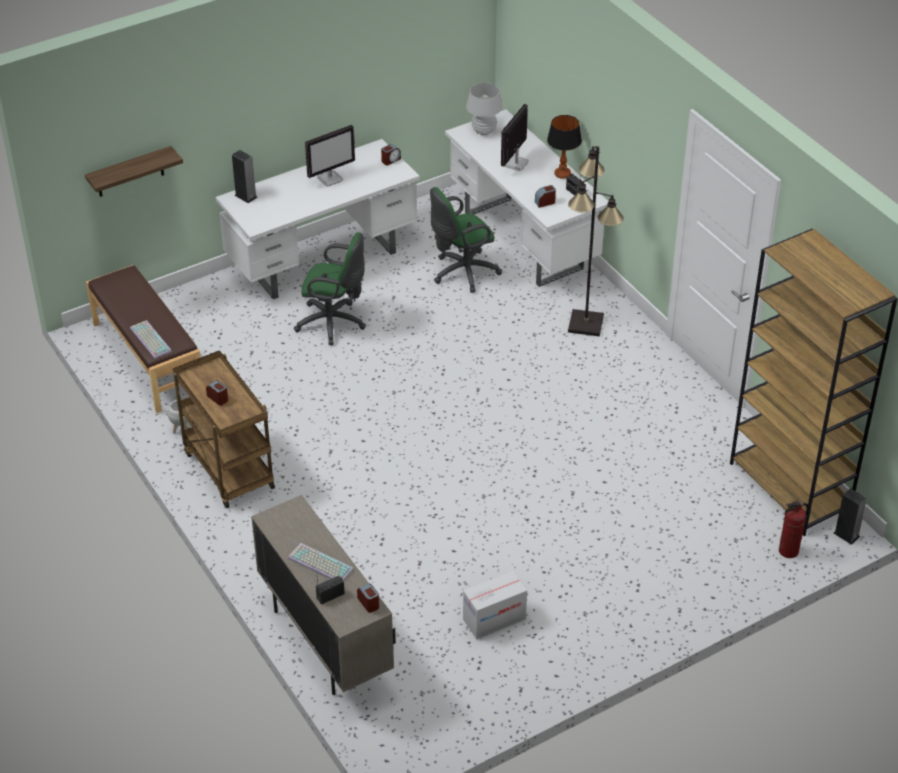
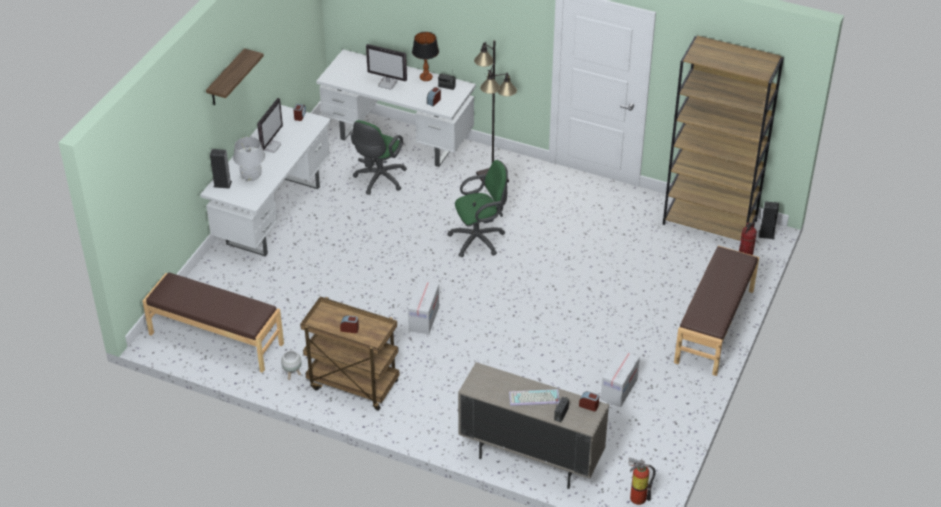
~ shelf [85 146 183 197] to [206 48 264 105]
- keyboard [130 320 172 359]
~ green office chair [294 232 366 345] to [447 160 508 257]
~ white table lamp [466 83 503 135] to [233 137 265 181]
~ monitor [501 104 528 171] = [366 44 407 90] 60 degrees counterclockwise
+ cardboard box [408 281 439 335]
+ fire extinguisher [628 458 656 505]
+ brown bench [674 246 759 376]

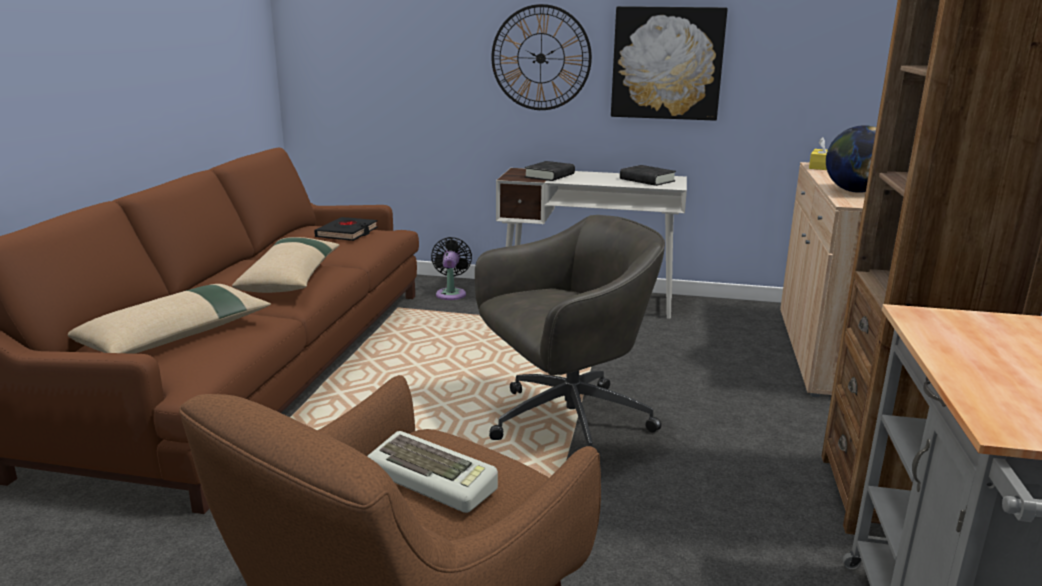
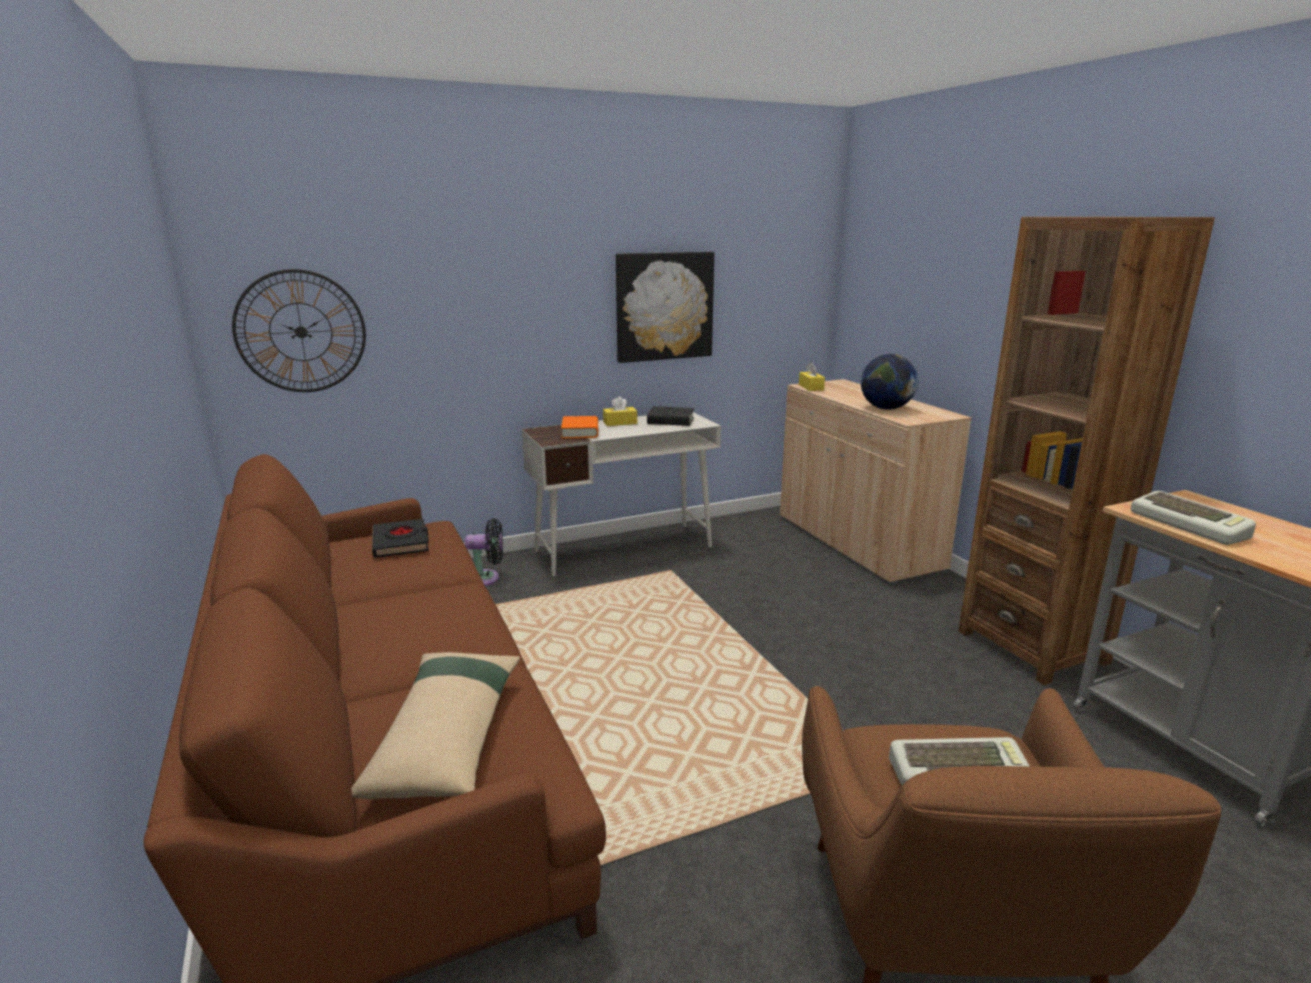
- beige pillow [232 237 340 293]
~ black fan [431 237 472 300] = [465 519 503 586] 120 degrees clockwise
- grey office chair [475 215 665 447]
~ wall clock [491 4 592 110] to [232 269 366 392]
~ black book [525 161 575 181] to orange book [561 416 598 438]
+ yellow tissue box [603 396 637 426]
+ keyboard [1131 491 1256 545]

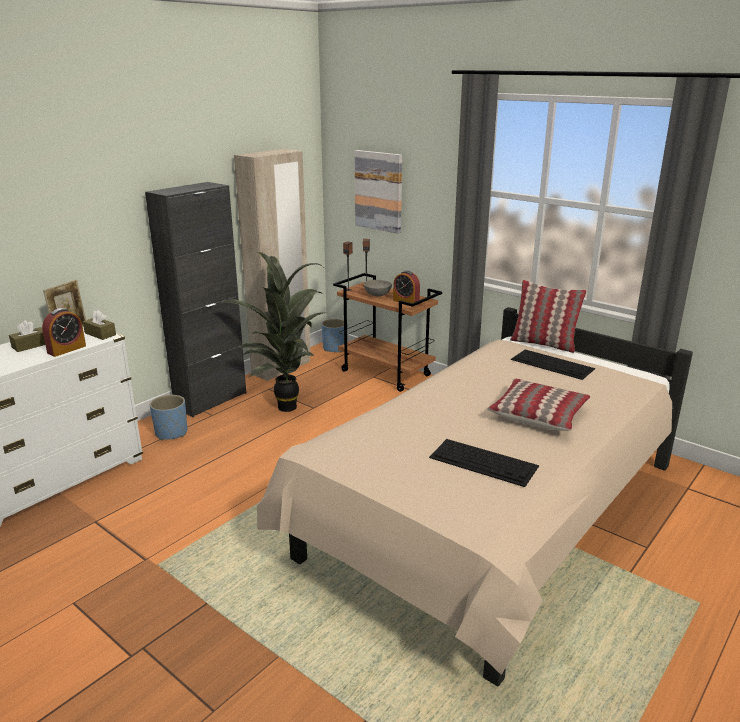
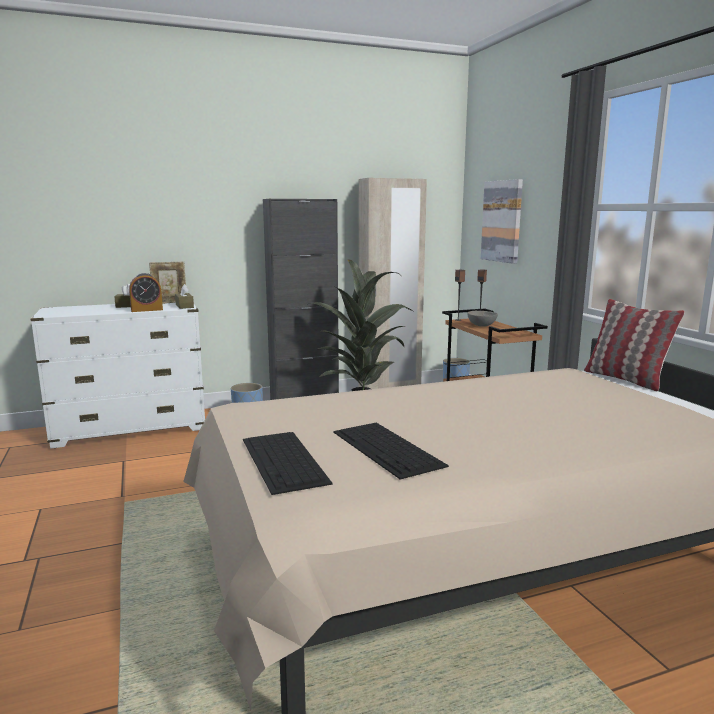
- alarm clock [393 271 420 303]
- pillow [487 379 590 431]
~ keyboard [511 350 595 380] to [243 432 333 495]

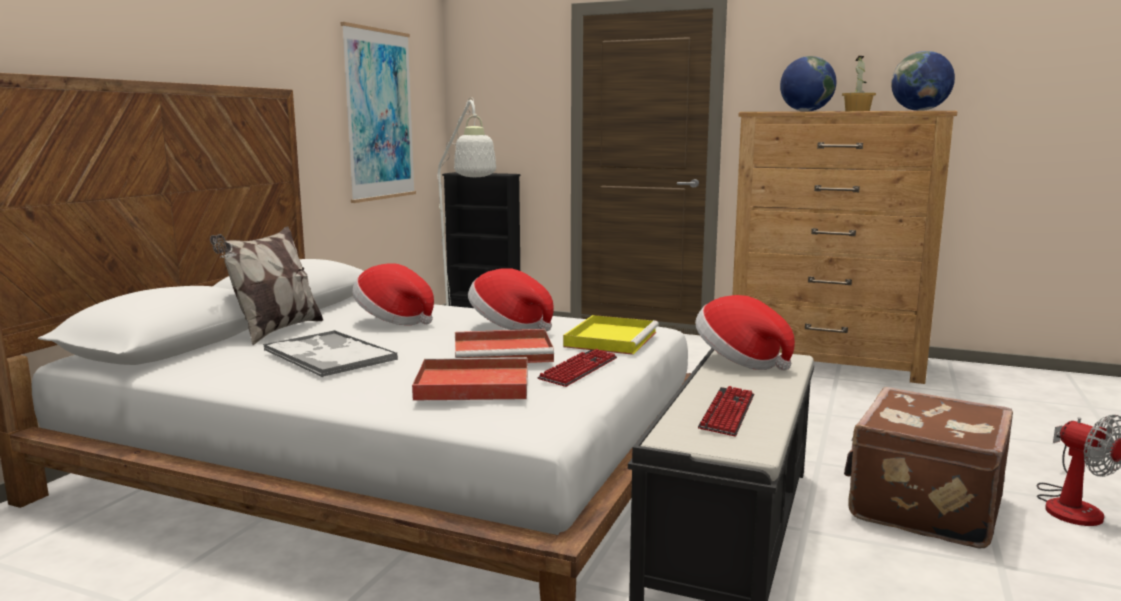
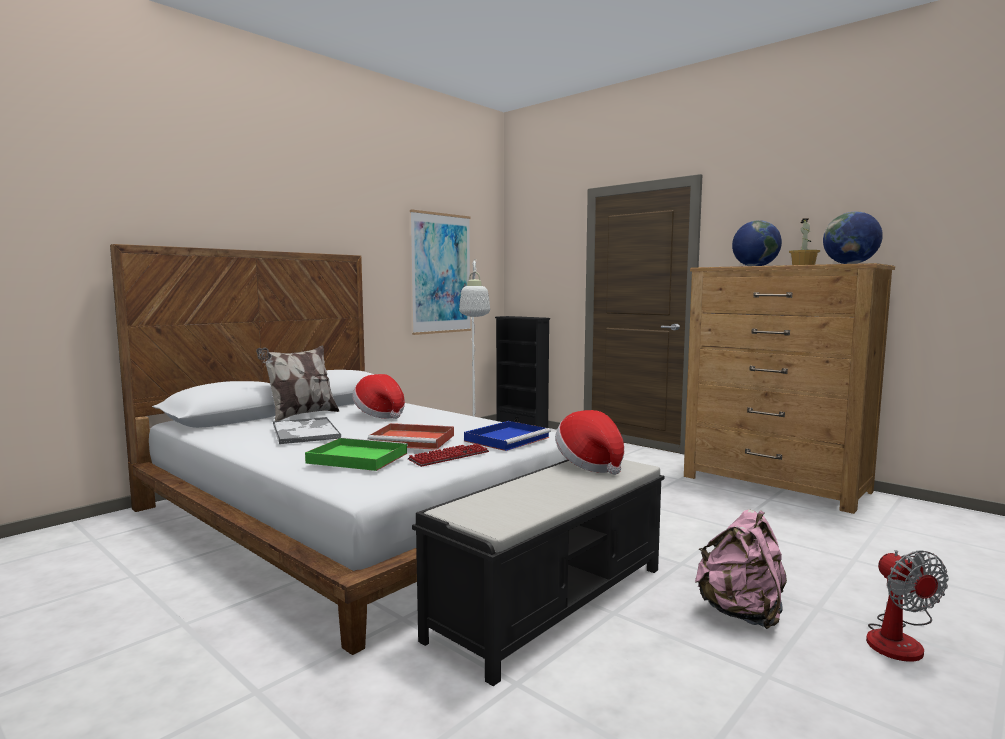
~ red tray [412 357 528 400] to green tray [305 437 408 471]
- hat [468 268 554 332]
~ yellow tray [563 315 659 355] to blue tray [464 421 551 451]
- keyboard [698 386 754 436]
~ brown suitcase [844 387 1013 548] to pink backpack [695 509 787 629]

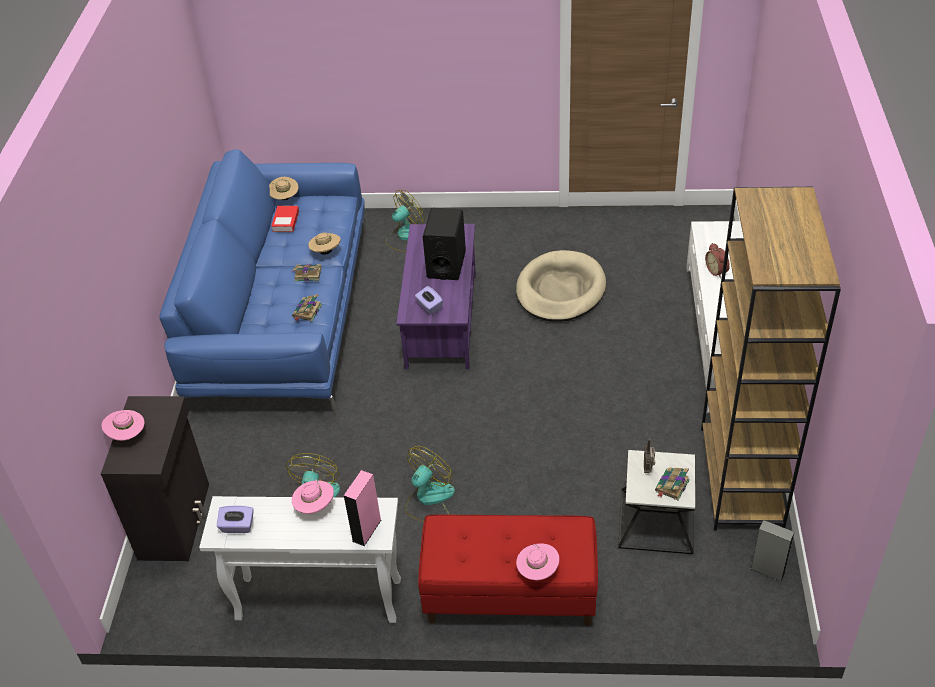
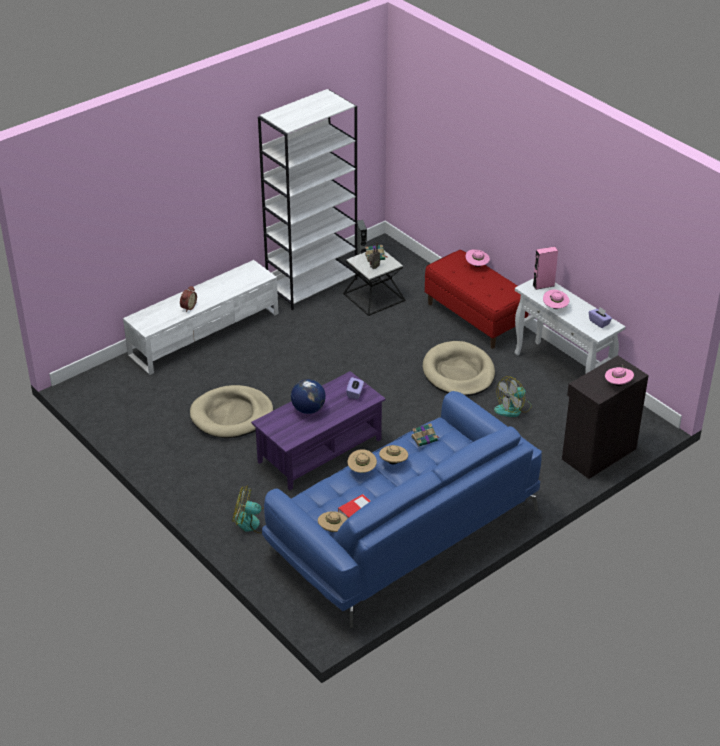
~ book [292 264 322 281] to beige hat [379 445 408 464]
~ fan [405 446 455 522] to beige dog bed [423 341 495 396]
~ black speaker [423 208 466 280] to globe [291 379 326 414]
~ brown bookcase [701 187 841 531] to white bookcase [258 89 357 310]

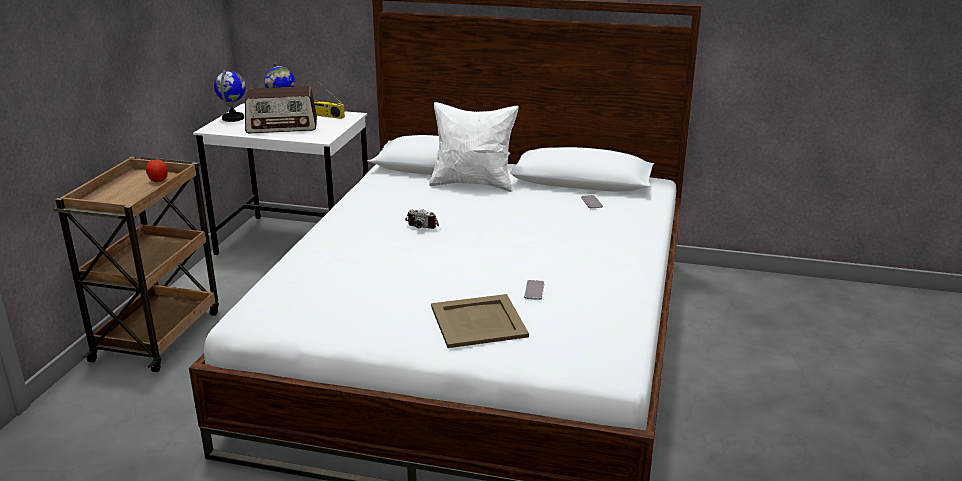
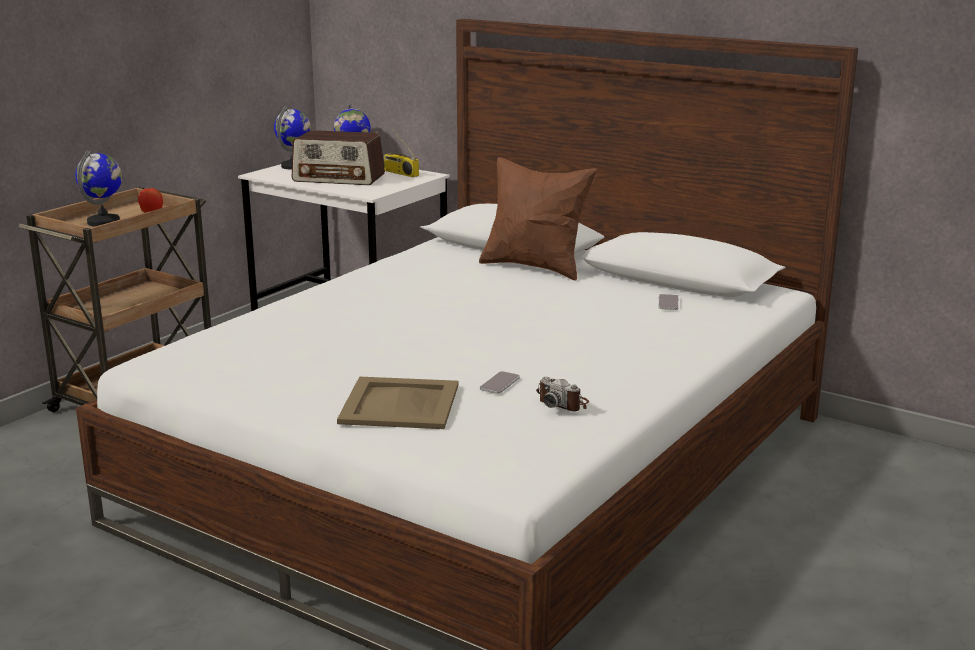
~ photo camera [405 210 439 229] to [536 377 589 412]
~ white pillow [429 102 518 192] to brown pillow [479 157 597 281]
+ globe [75 150 122 227]

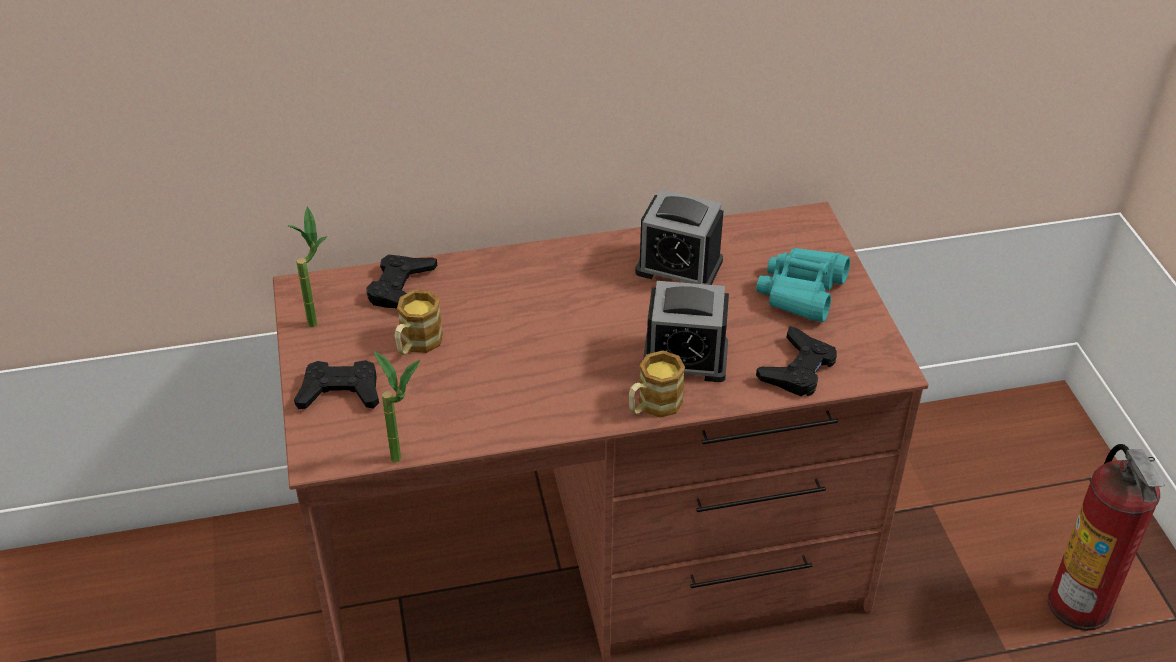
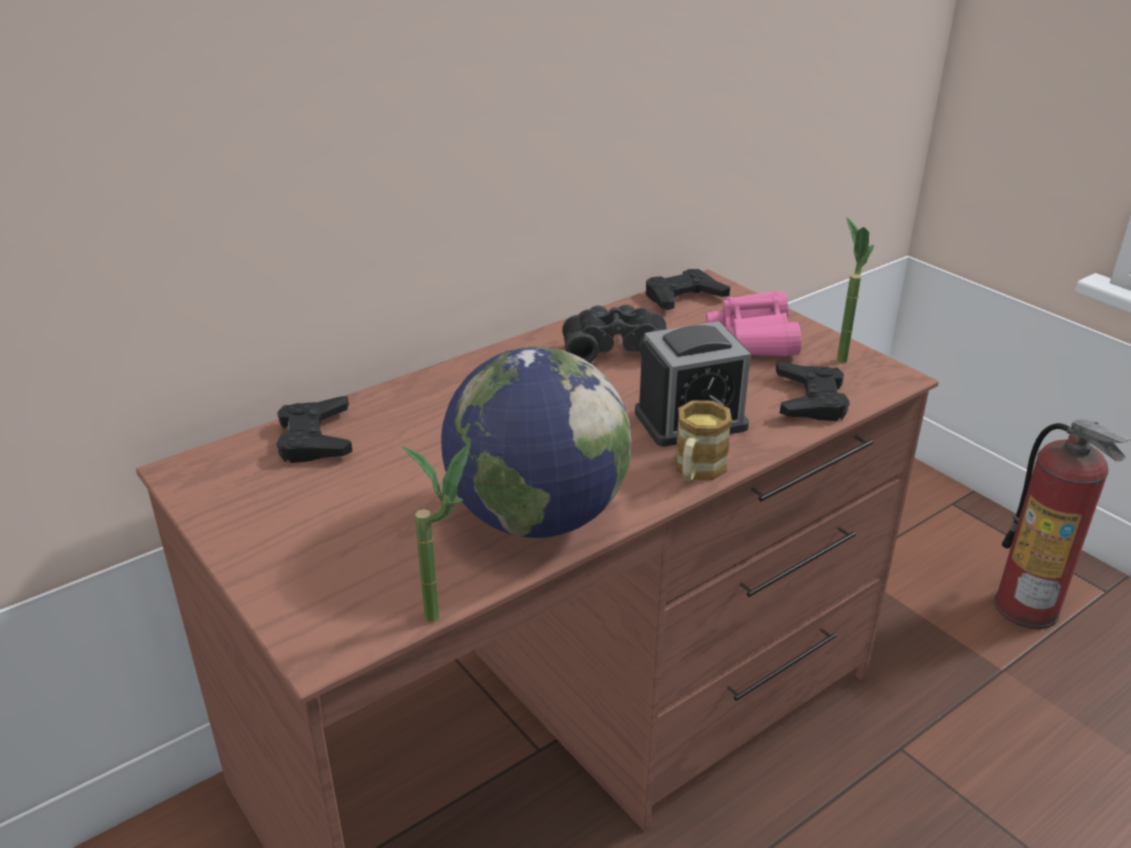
~ potted plant [287 206 328 327] to [837 217 874 363]
~ black game controller [294 360 379 410] to [646 269 730 310]
- mug [395 290 443 355]
~ alarm clock [635 190 724 285] to black binoculars [562 305 667 363]
~ turquoise binoculars [756 248 850 322] to pink binoculars [706 291 801 357]
+ globe [441 346 632 538]

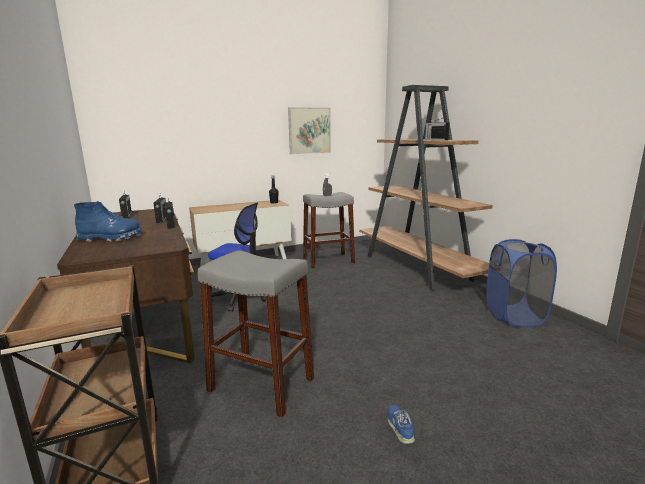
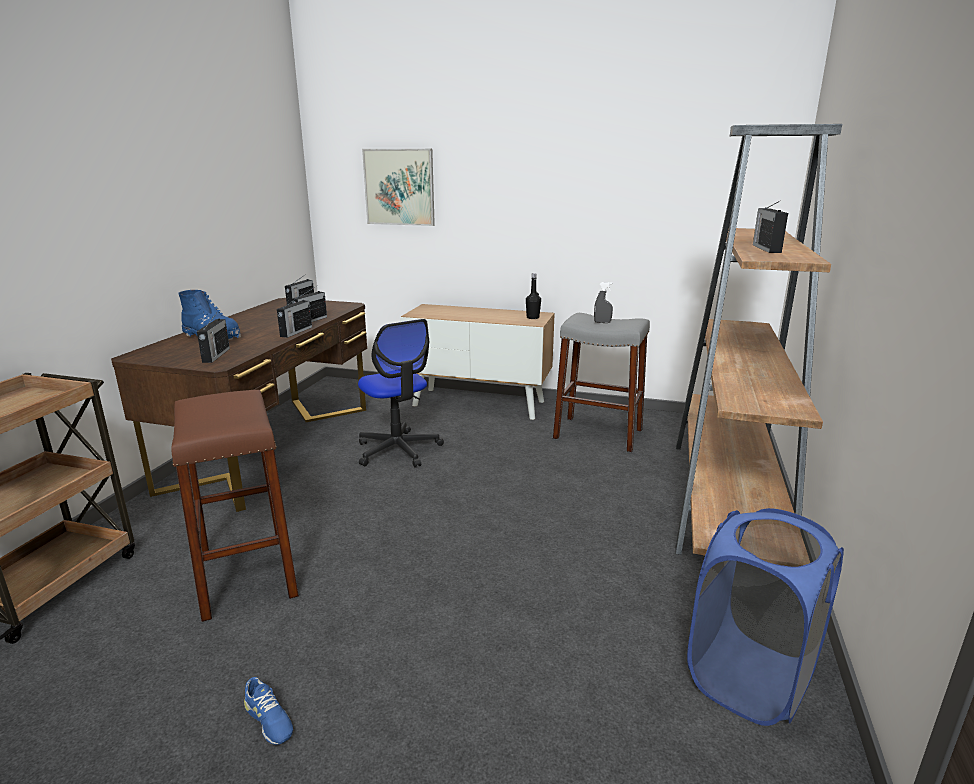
~ grey stool [198 251 314 417] to brown stool [171 390 299 622]
~ picture [288 107 331 154] to [362 149 435 226]
~ blue shoe [387 405 415 444] = [244 677 293 745] 105 degrees clockwise
+ radio [197 314 230 363]

